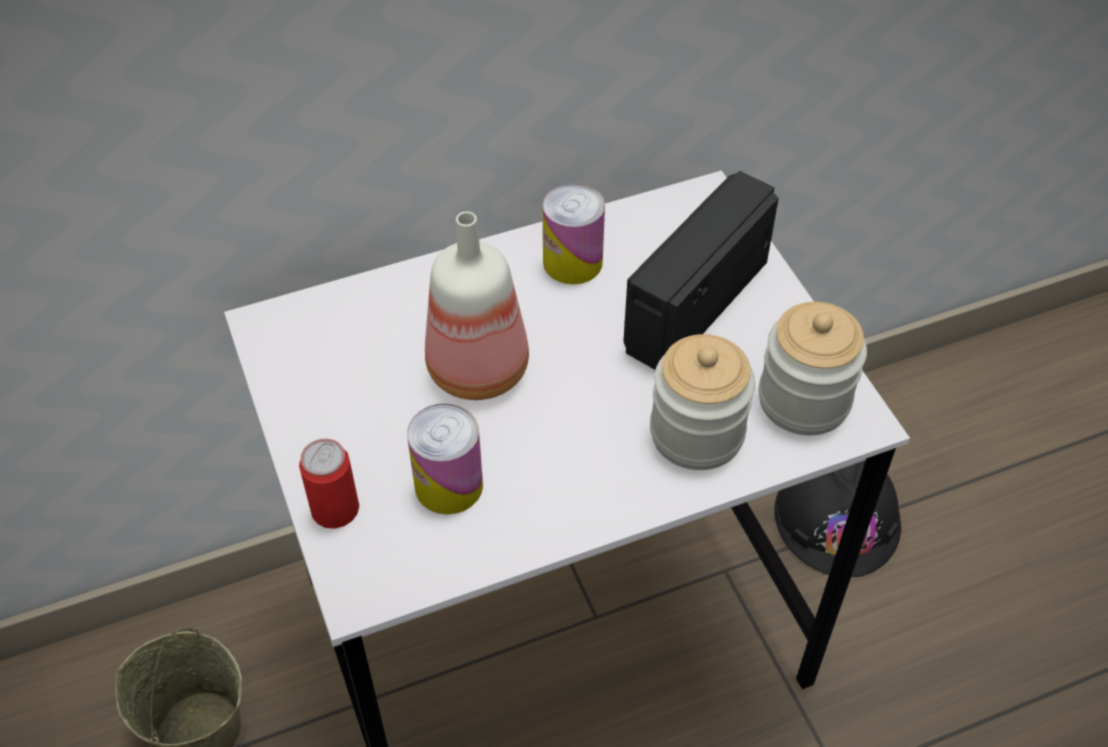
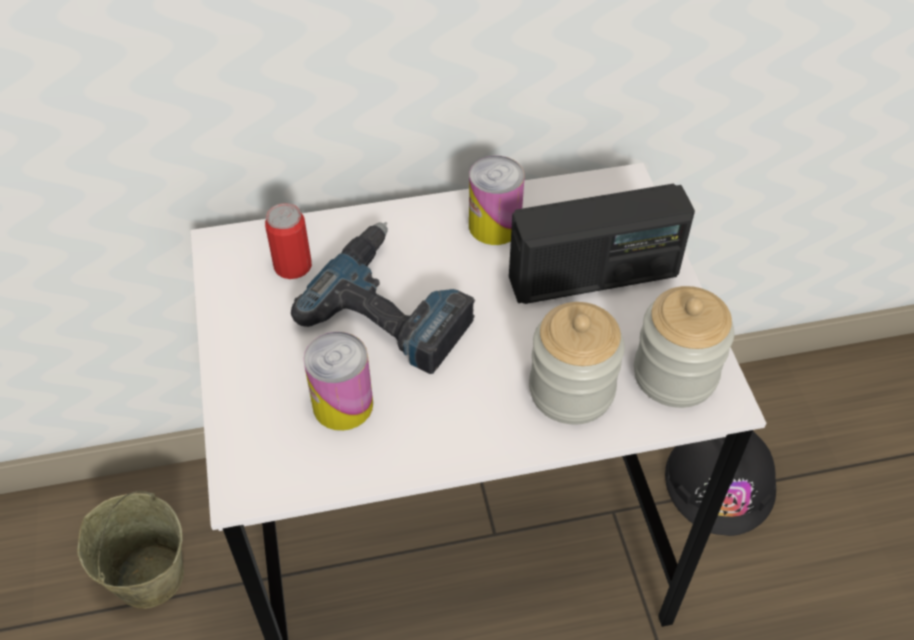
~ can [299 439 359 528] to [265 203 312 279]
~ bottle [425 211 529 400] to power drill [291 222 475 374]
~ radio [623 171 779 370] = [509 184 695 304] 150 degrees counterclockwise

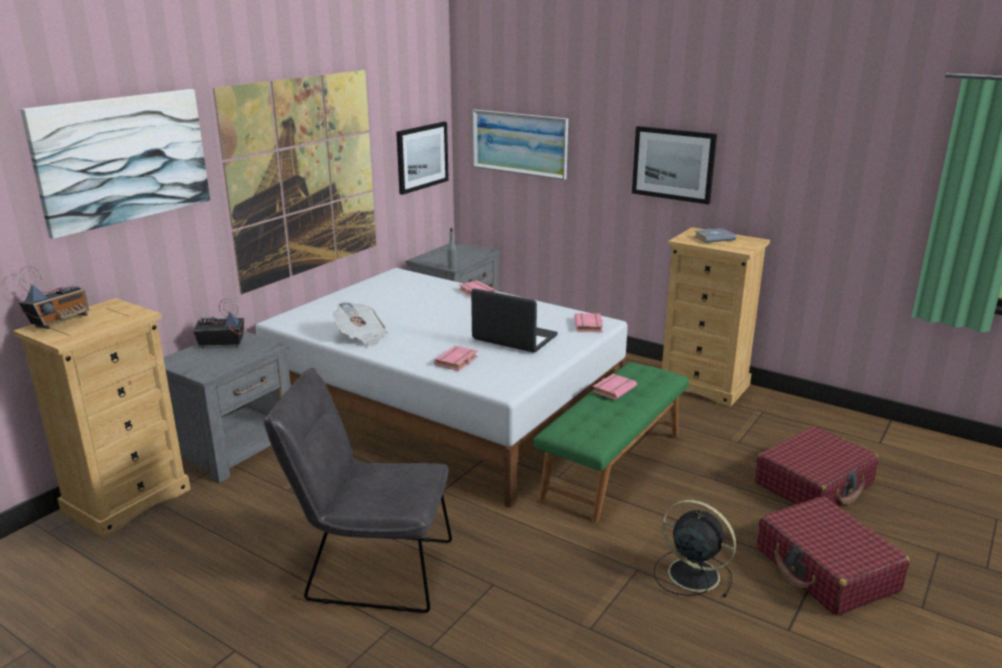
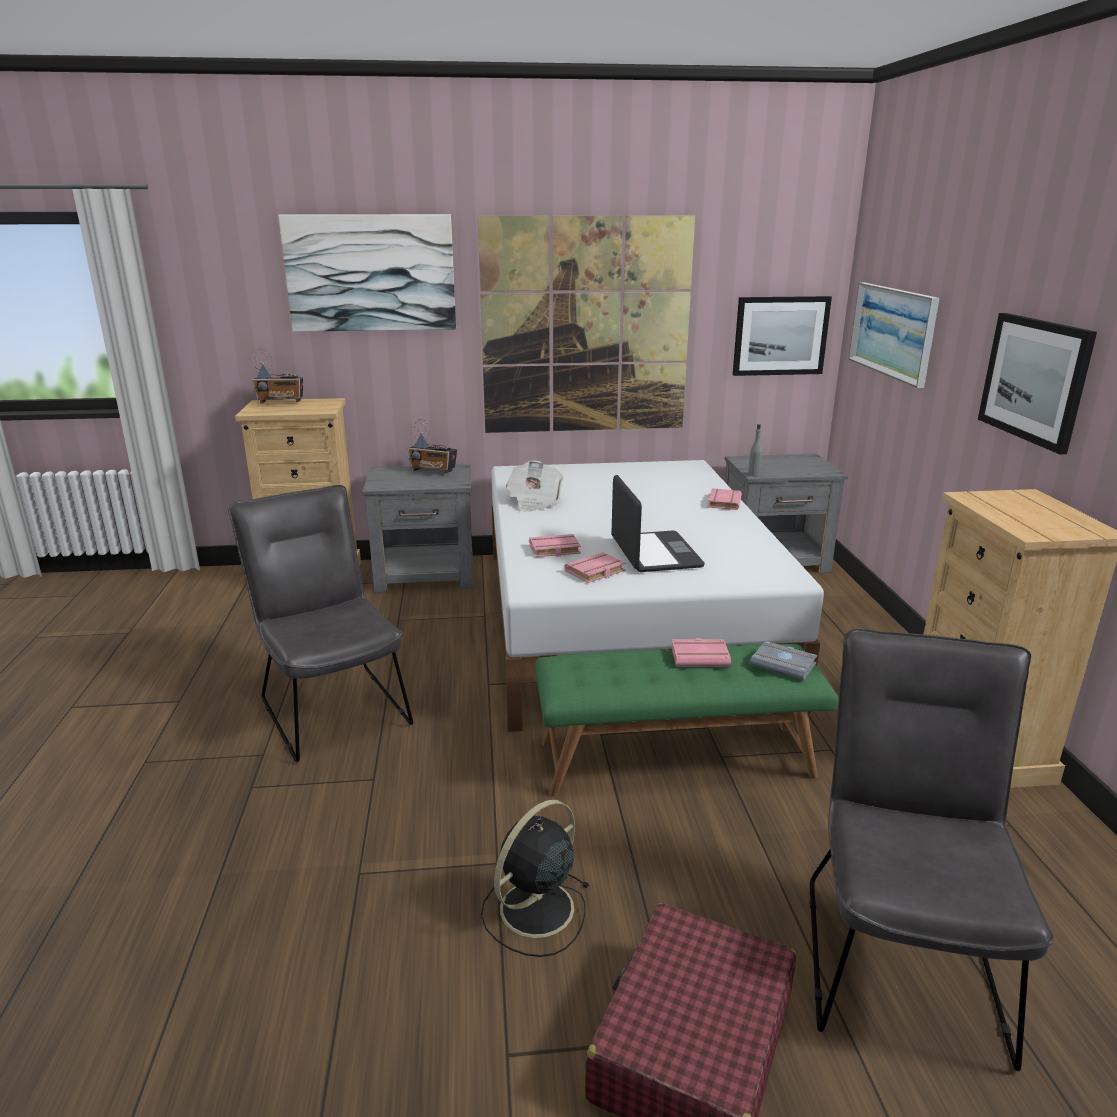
~ radio [193 299 245 348] = [408 419 457 474] 150 degrees clockwise
~ pink book [574 313 603 332] to [565 552 626 583]
~ black fan [654 500 736 598] = [481 800 590 957] 135 degrees counterclockwise
~ grey book [694 228 736 243] to [750 641 817 681]
~ red suitcase [755 426 878 505] to grey chair [809 628 1054 1071]

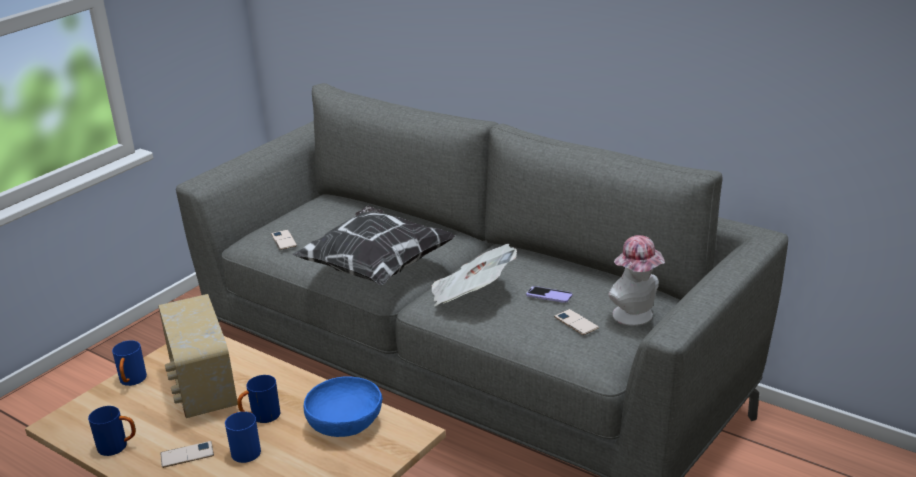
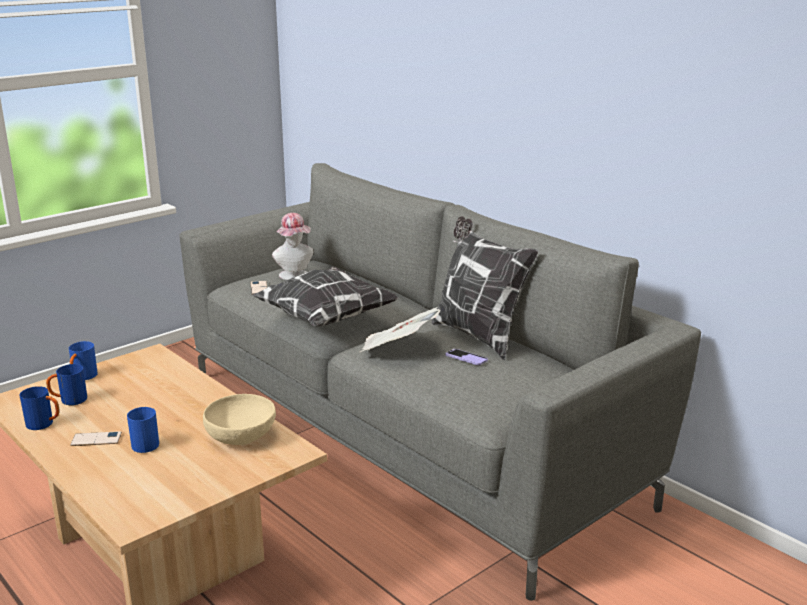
- radio [158 294 238 418]
~ blue mug [237 375 280 423] to [46 364 87 405]
~ blue bowl [304 376 383 437] to beige bowl [203 394 276 445]
- phone [554 309 599 335]
~ hat [609 235 665 326] to [272 213 313 280]
+ pillow [432 216 539 360]

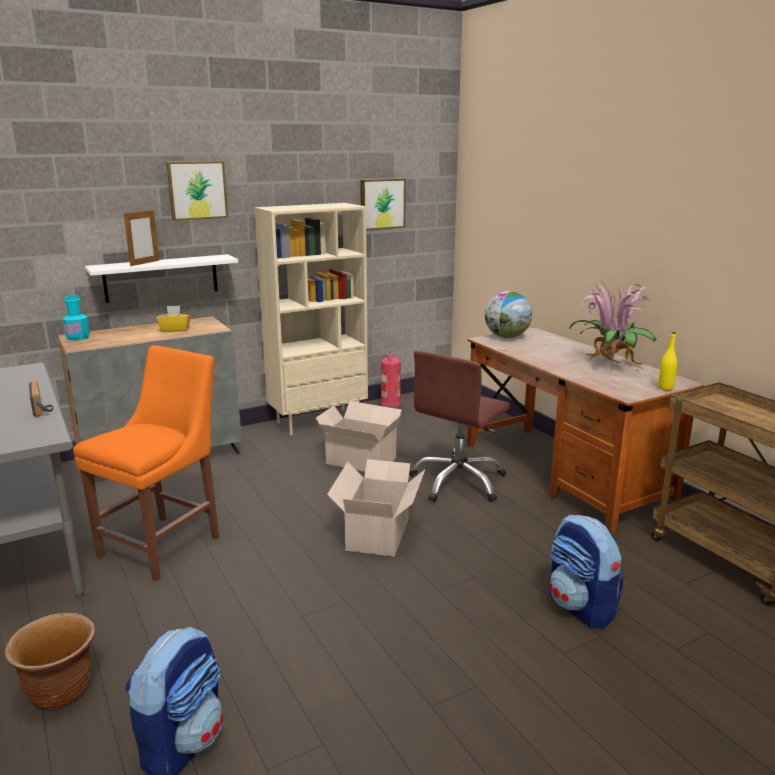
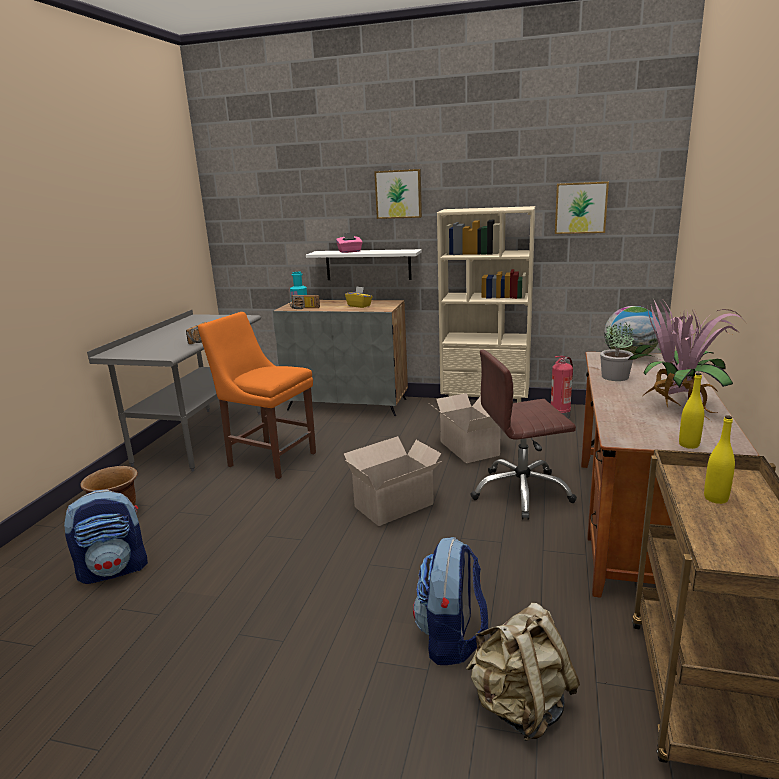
~ orange chair [73 345 219 581] = [198 312 316 479] 135 degrees counterclockwise
~ picture frame [124 209 159 266] to pink tissue box [336 232 363 253]
+ radio [290 295 320 309]
+ beige backpack [466 603 580 741]
+ potted plant [600 322 634 381]
+ yellow bottle [704 415 735 504]

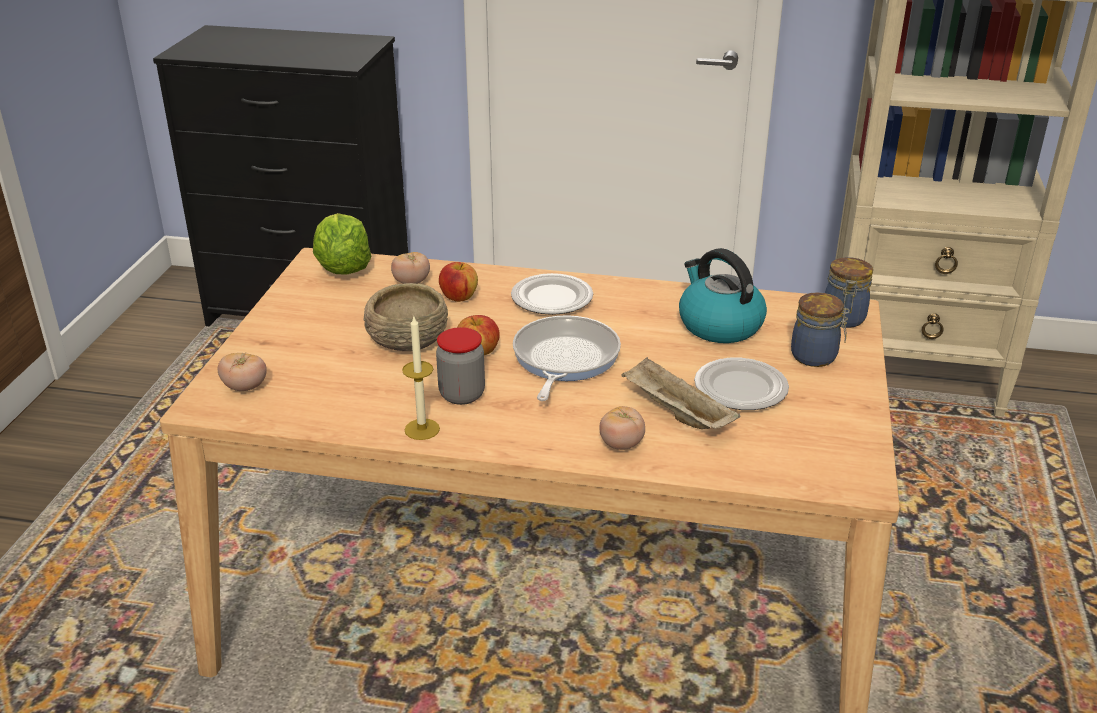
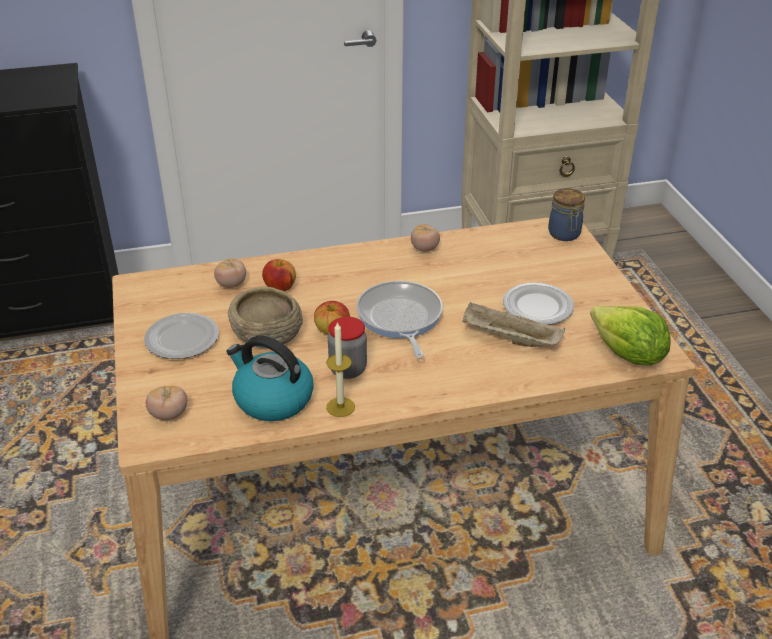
~ lettuce [313 213 371 275] to [590 306 671 365]
~ plate [511 273 593 315] to [144 313 219 359]
~ tomato [599 406 645 450] to [411 224 440 252]
~ kettle [679 248 767 343] to [226 335 314 421]
- jar [791 292 850 367]

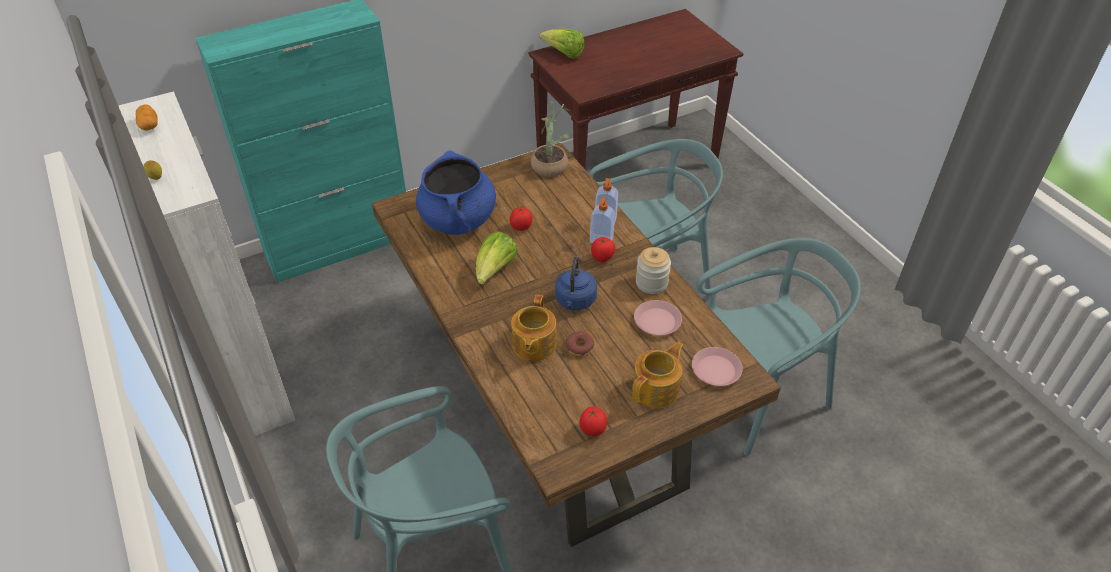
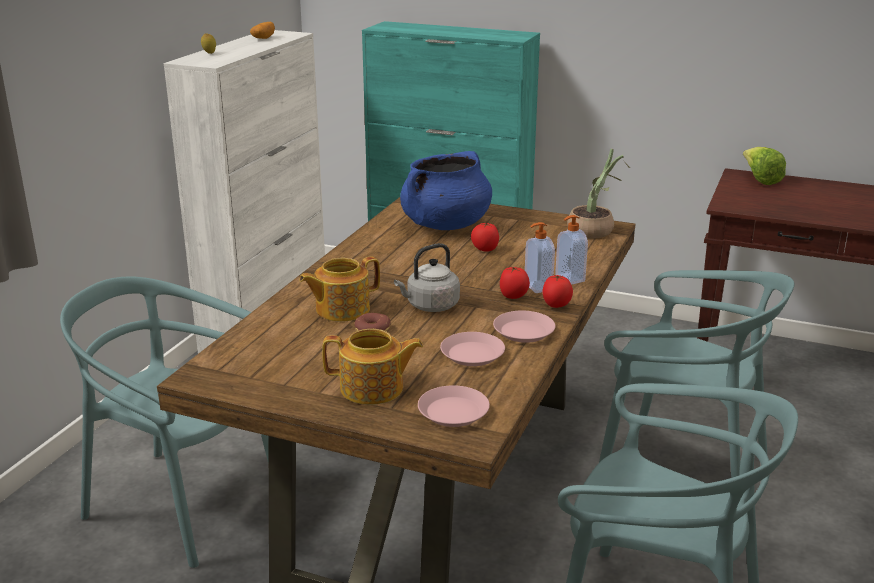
- lettuce [475 232 518 285]
~ blue kettle [555 256 597 310] to grey kettle [394 243 460 312]
~ tomato [580 407 607 436] to [543 275 573 308]
~ jar [636 247 671 294] to pink plate [493 311 555 343]

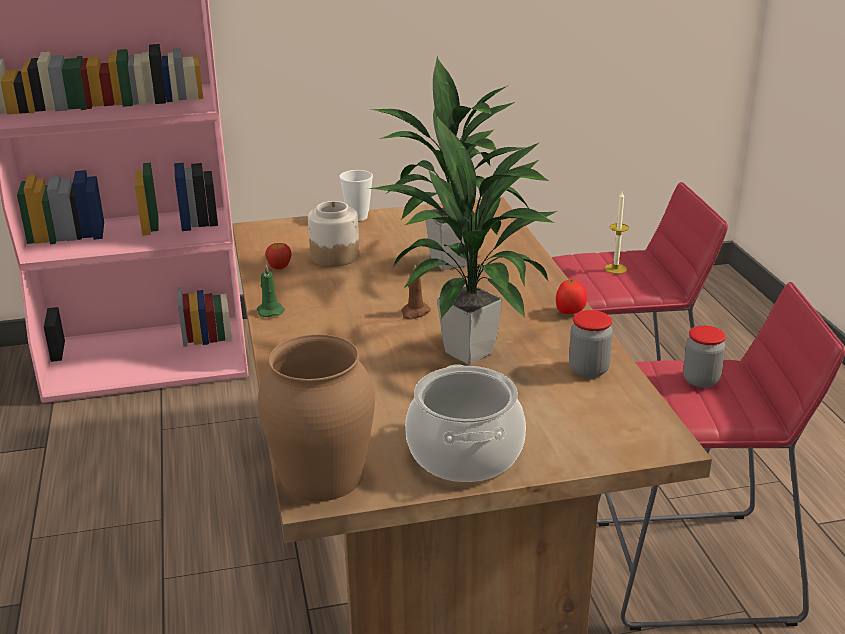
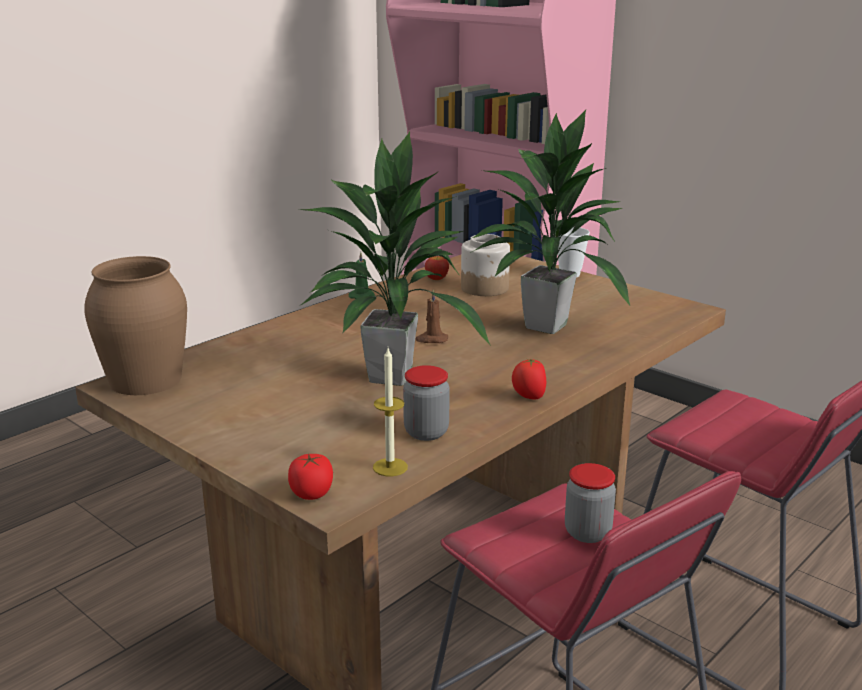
- cooking pot [405 364 526 482]
~ candle [605 192 629 274] to [373 348 408 476]
+ tomato [288 453 333 500]

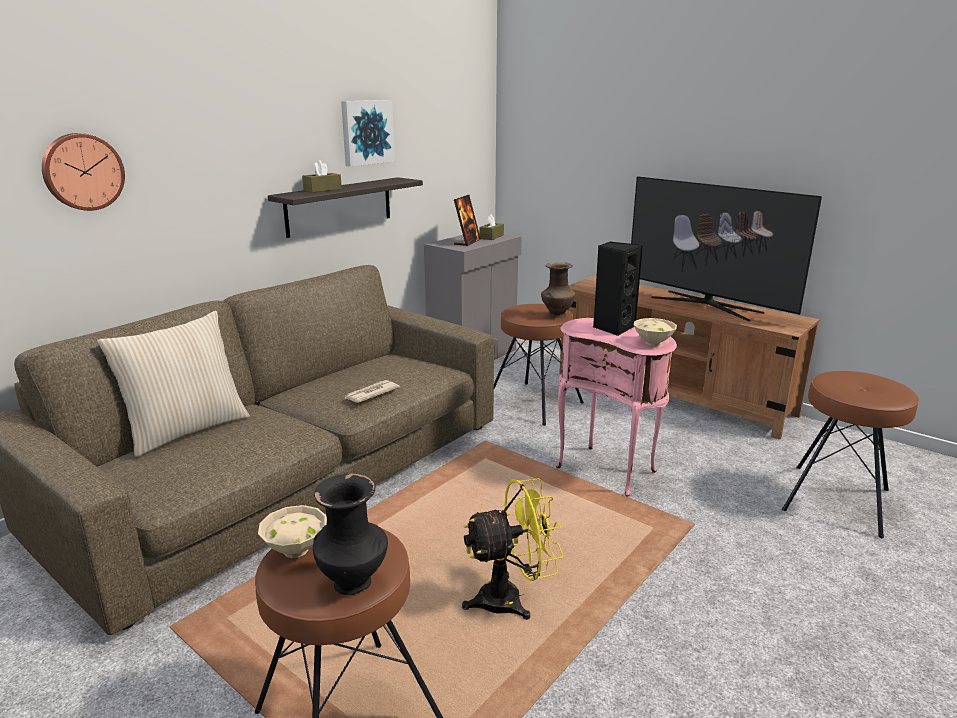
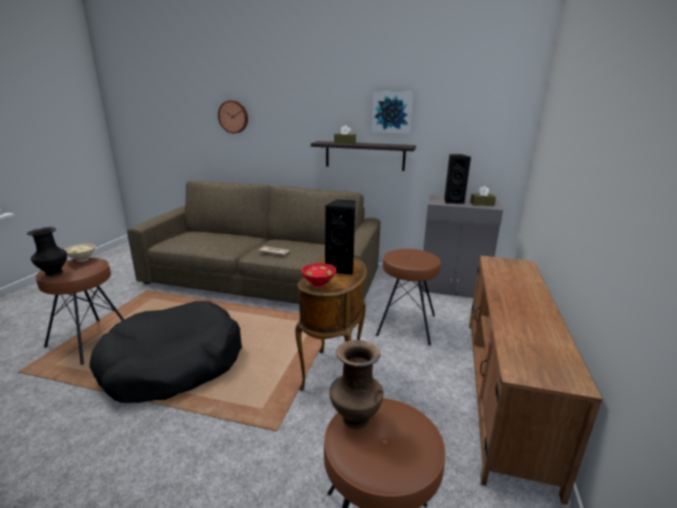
- beige pillow [97 311 250 457]
~ picture frame [454 195 481 246] to black speaker [444 154 471 204]
~ yellow fan [462 478 563 620] to black dog bed [89 301 242 403]
~ brown vase [541 262 575 318] to [329 340 383 429]
~ pink side table [556 318 677 497] to brown side table [295 255 367 390]
- television [631 176 822 321]
~ beige bowl [633 318 677 346] to red bowl [301 263 336 288]

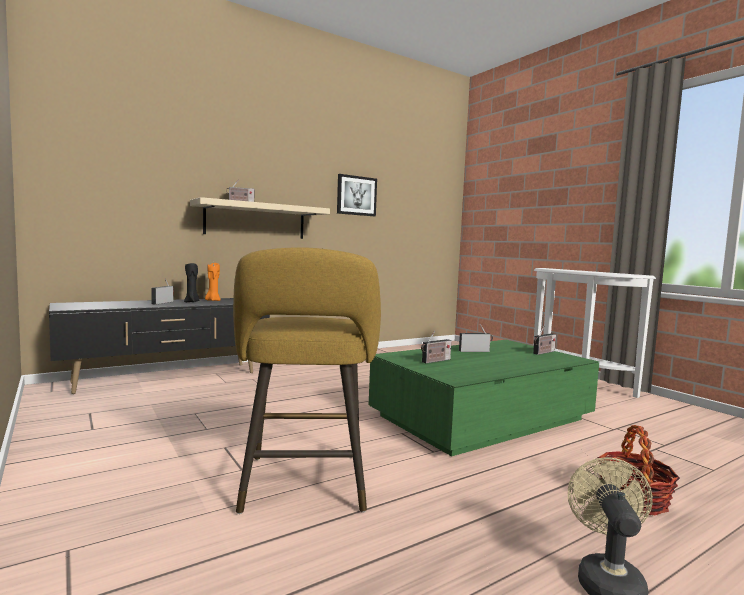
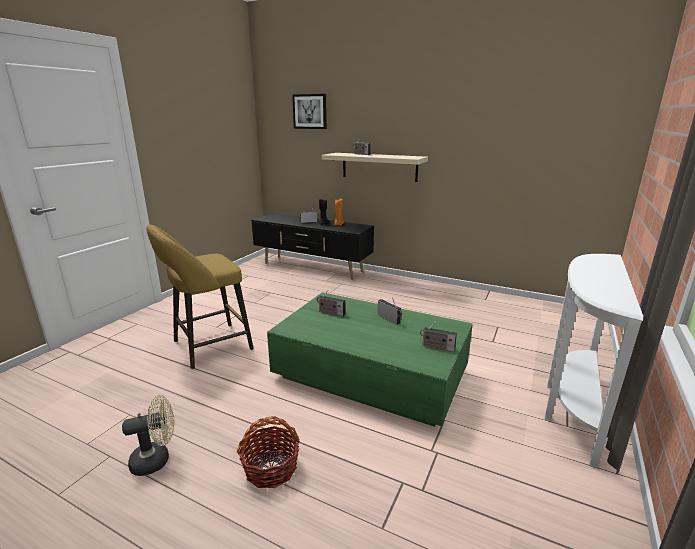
~ picture [337 174 377 216] to [292 94 327 129]

